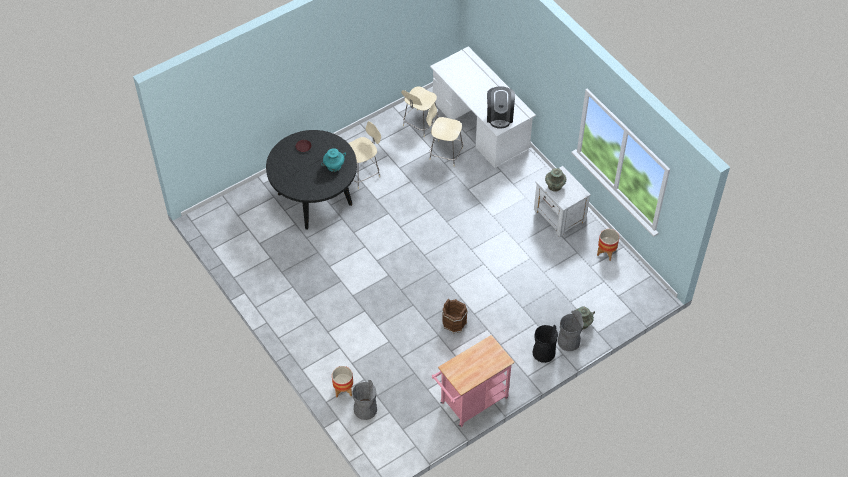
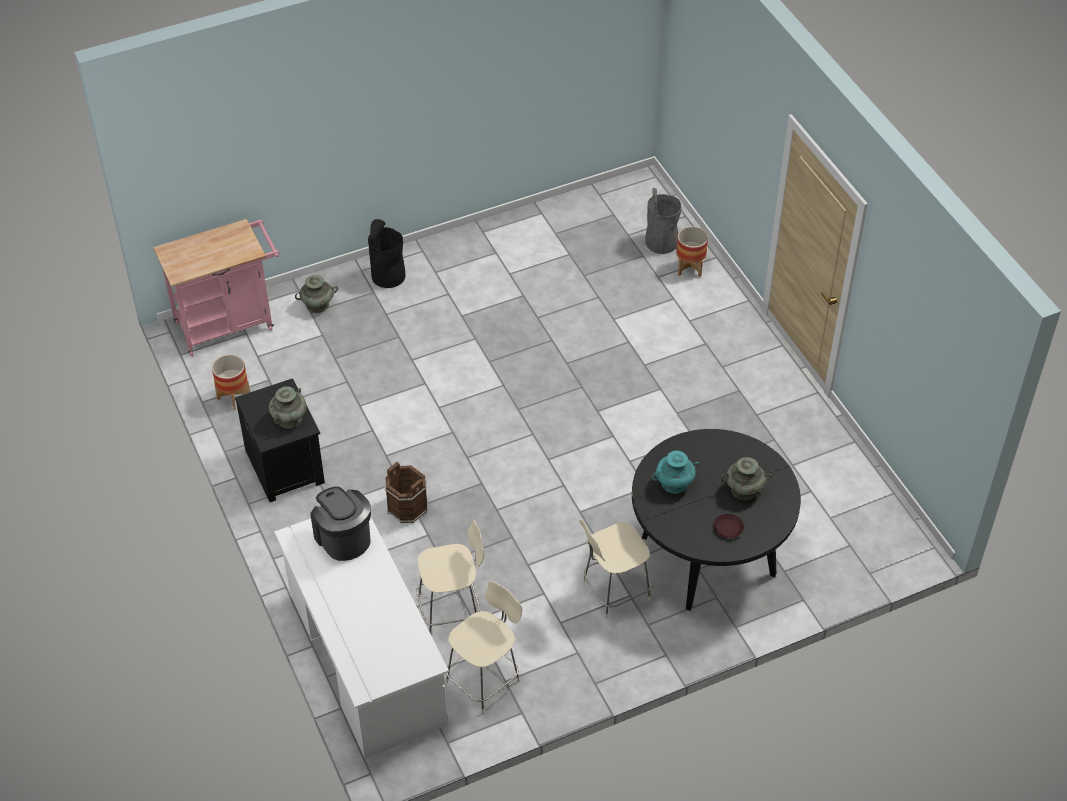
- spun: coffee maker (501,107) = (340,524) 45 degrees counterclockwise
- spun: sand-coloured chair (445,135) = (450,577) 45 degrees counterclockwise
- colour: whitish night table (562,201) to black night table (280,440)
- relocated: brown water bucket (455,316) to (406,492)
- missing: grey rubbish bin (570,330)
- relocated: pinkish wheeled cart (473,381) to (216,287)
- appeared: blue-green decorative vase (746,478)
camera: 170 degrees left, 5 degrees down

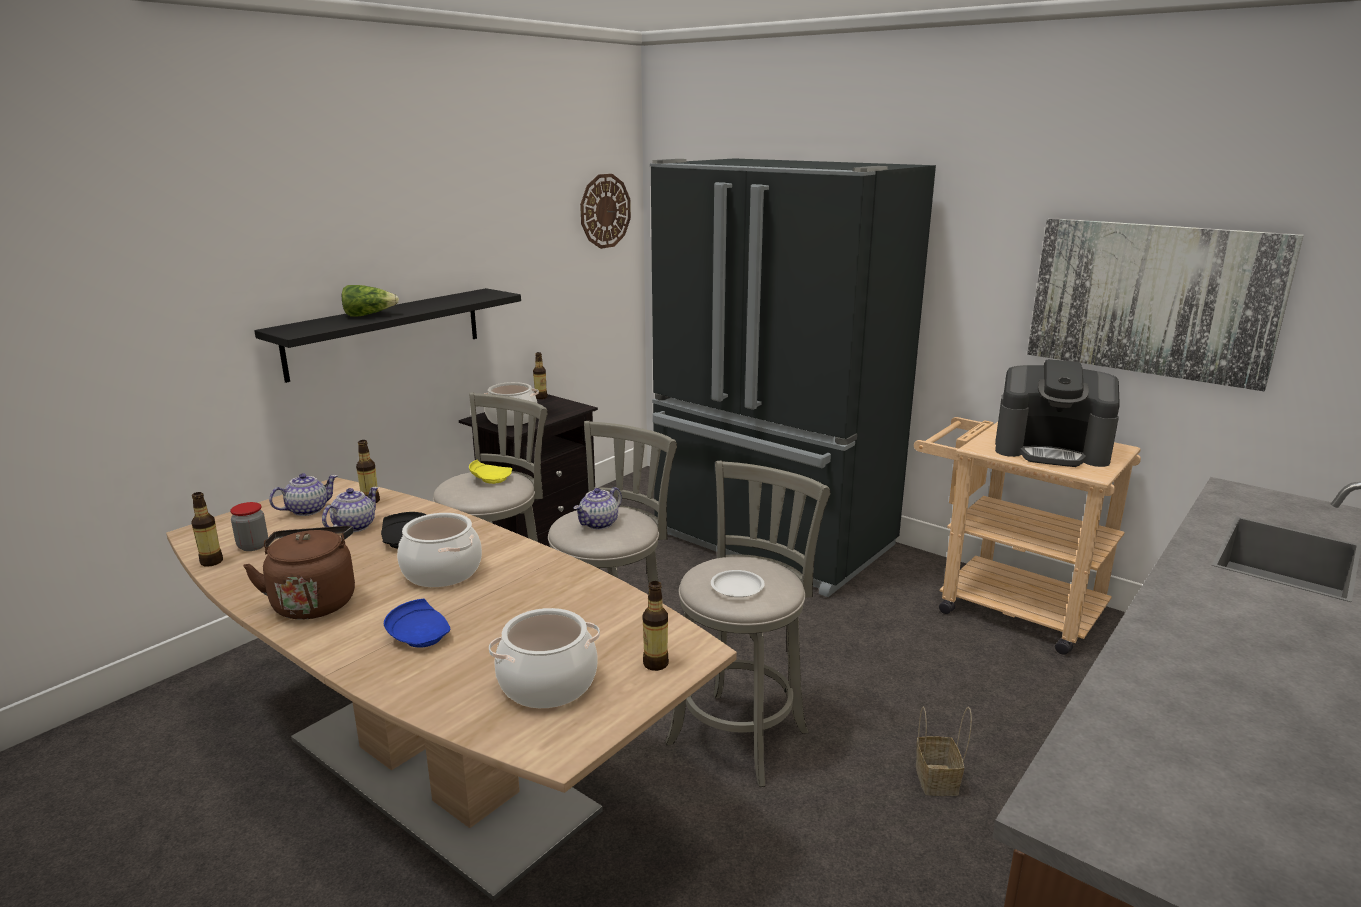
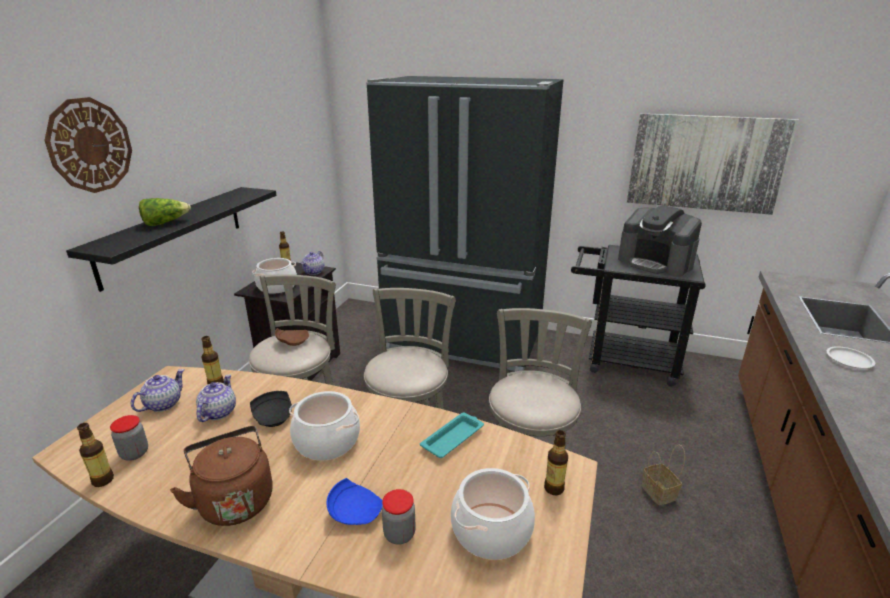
- relocated: wall clock (605,211) to (88,145)
- spun: coffee maker (1057,413) = (660,241) 45 degrees clockwise
- colour: sand-coloured wheeled cart (1027,536) to black wheeled cart (638,315)
- colour: yellow flat dish (490,472) to brown flat dish (292,337)
- relocated: teapot (597,508) to (312,263)
- relocated: whitish flat dish (738,583) to (851,357)
- appeared: blue-green carrying tray (452,435)
- appeared: storage jar (399,517)
camera: 20 degrees left, 5 degrees up

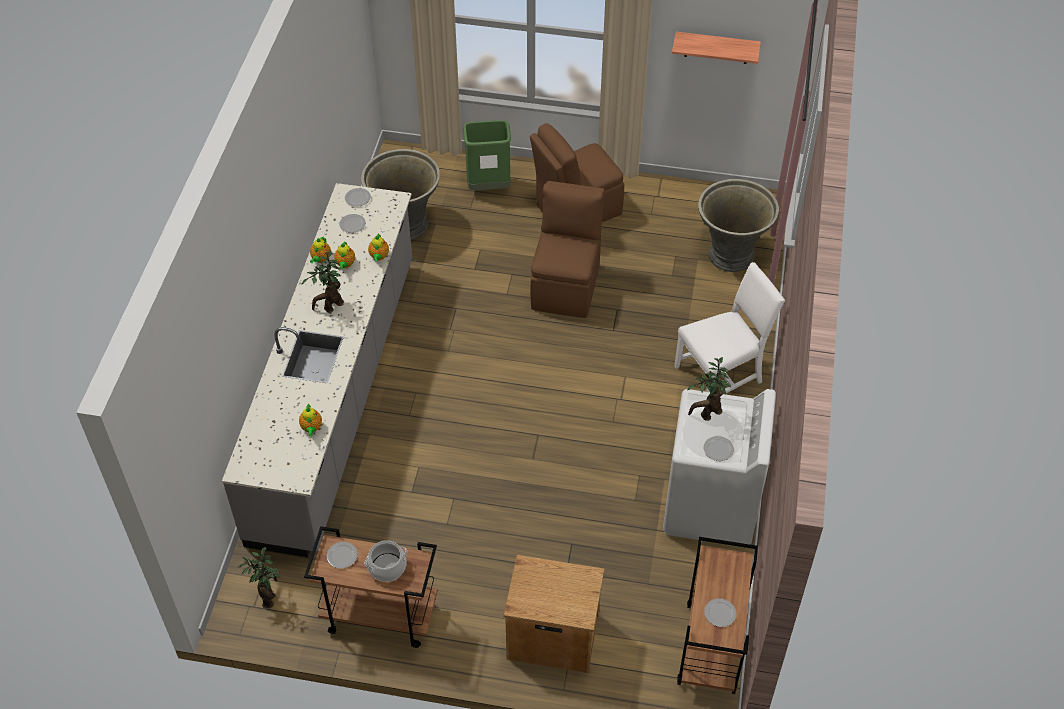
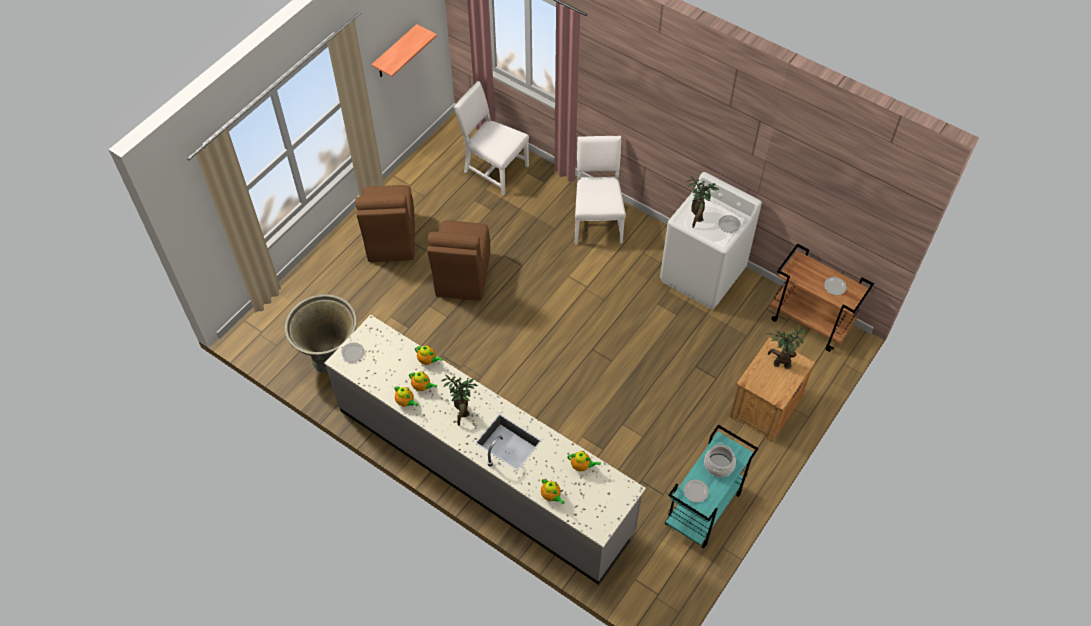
- missing: greenish rubbish bin (487,155)
- exchanged: grey plant pot (738,225) to whitish chair (491,138)
- spun: brown chair (567,249) = (458,260) 120 degrees counterclockwise
- missing: flat dish (352,223)
- colour: brown wheeled cart (371,587) to blue-green wheeled cart (712,487)
- relocated: houseplant (259,578) to (786,348)
- appeared: teapot (553,491)
camera: 65 degrees left, 5 degrees up

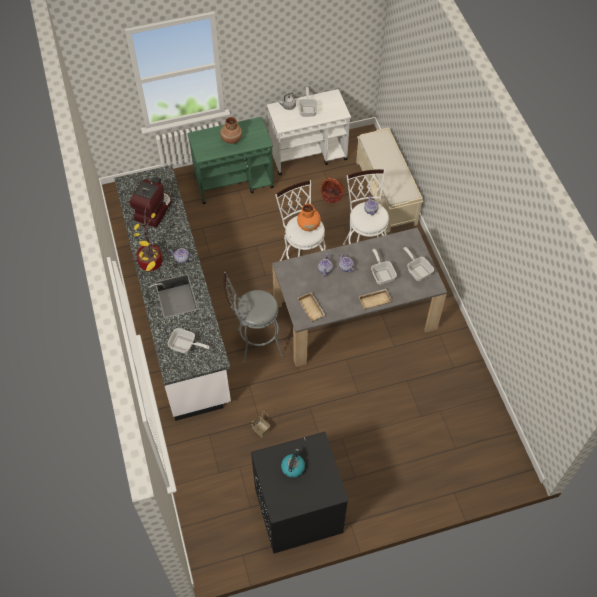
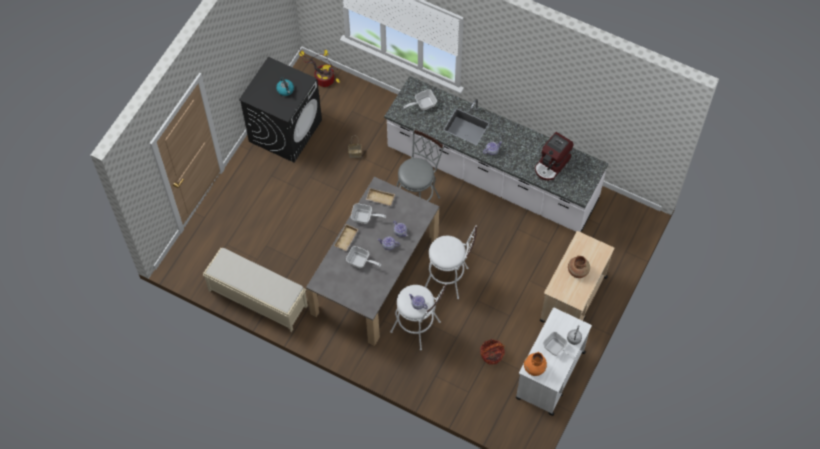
- colour: greenish wheeled cart (230,160) to sand-coloured wheeled cart (577,276)
- relocated: sand-coloured bench (389,180) to (255,290)
- spun: coffee maker (151,202) = (554,156) 60 degrees clockwise
- relocated: orange decorative vase (309,217) to (535,364)
- relocated: houseplant (148,237) to (319,67)
- relocated: skillet (418,264) to (368,213)
camera: 135 degrees right, 5 degrees up

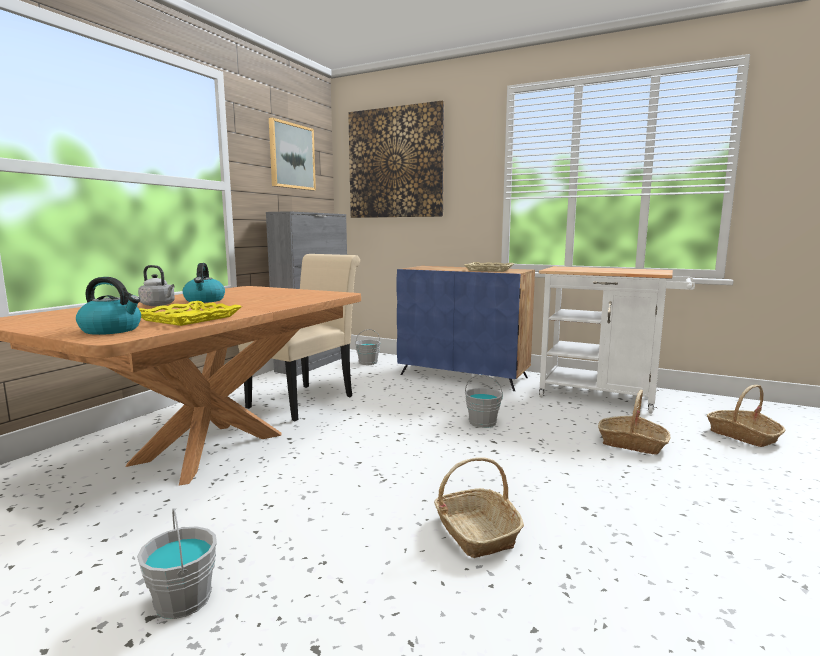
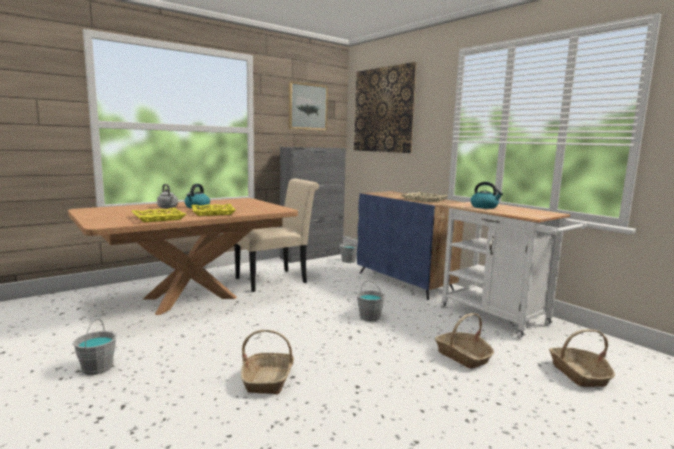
- relocated: water kettle (108,306) to (487,195)
- appeared: yellow carrying tray (213,210)
camera: 25 degrees right, 0 degrees up

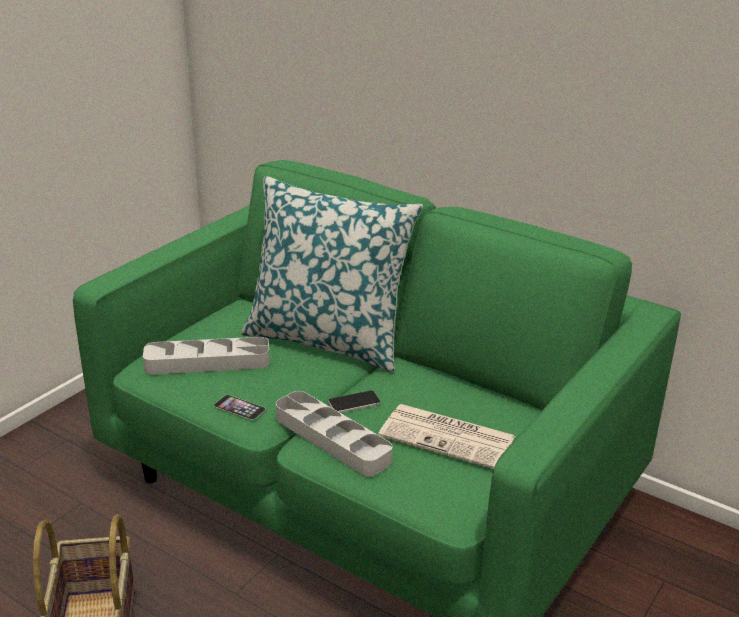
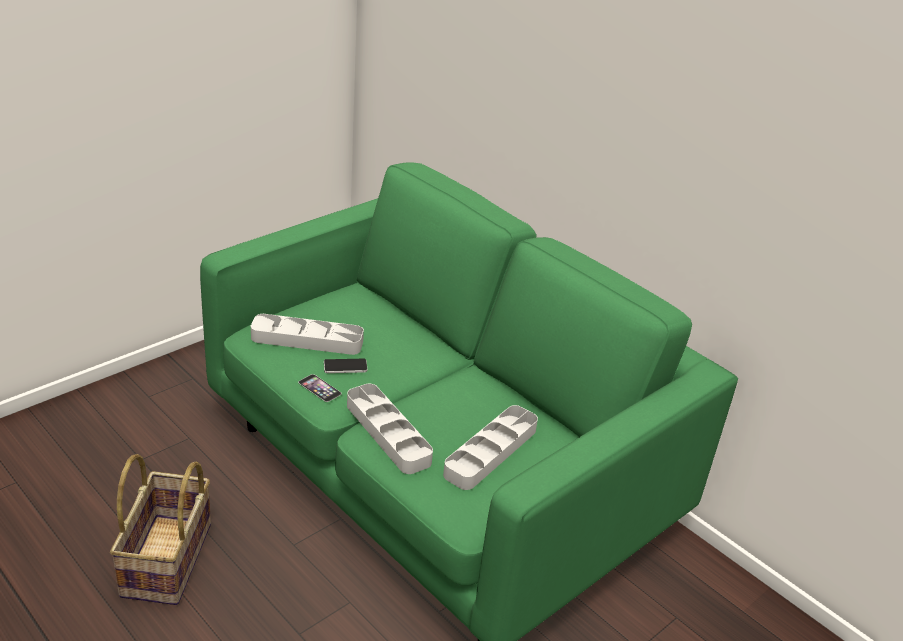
- missing: pillow (332,274)
- relocated: handset (354,401) to (346,366)
- exchanged: printed paper (446,436) to grey carrying tray (490,447)
camera: 10 degrees right, 5 degrees up

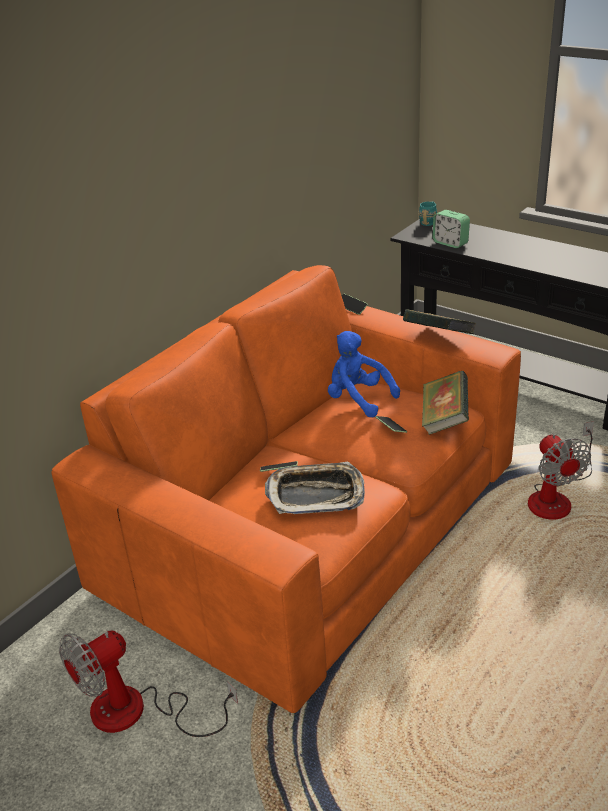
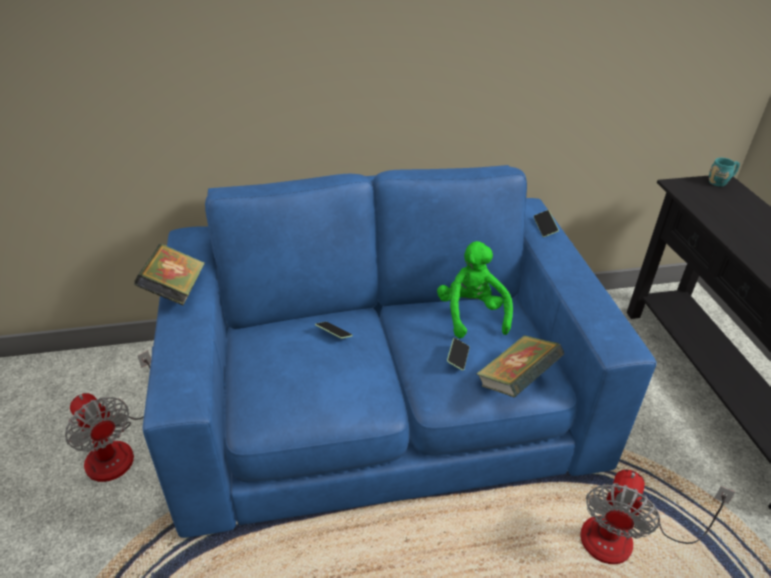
- missing: table clock (451,229)
- colour: orange sofa (286,489) to blue-coloured sofa (400,351)
- relocated: bound book (439,321) to (169,274)
- colour: blue-coloured plush toy (364,374) to greenish plush toy (475,289)
- missing: carrying tray (315,488)
- spun: fan (148,683) = (108,416) 135 degrees counterclockwise
camera: 40 degrees right, 5 degrees up

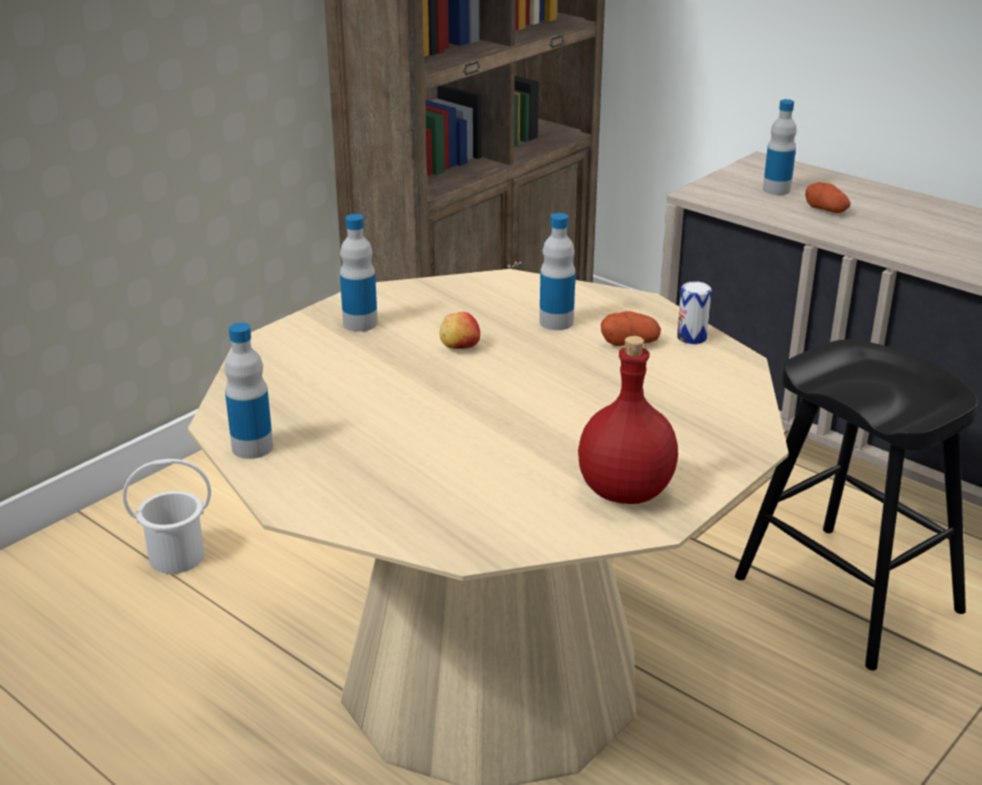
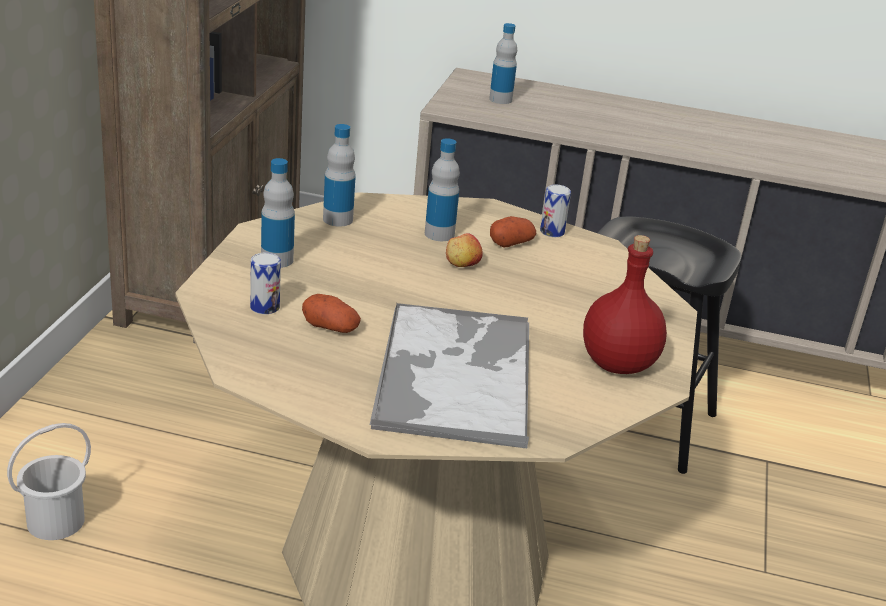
- relocated: whole potato (828,197) to (331,313)
- relocated: apple (460,330) to (464,250)
- relocated: bottle (248,390) to (339,175)
- appeared: can (265,283)
- appeared: carrying tray (449,375)
camera: 30 degrees left, 0 degrees up

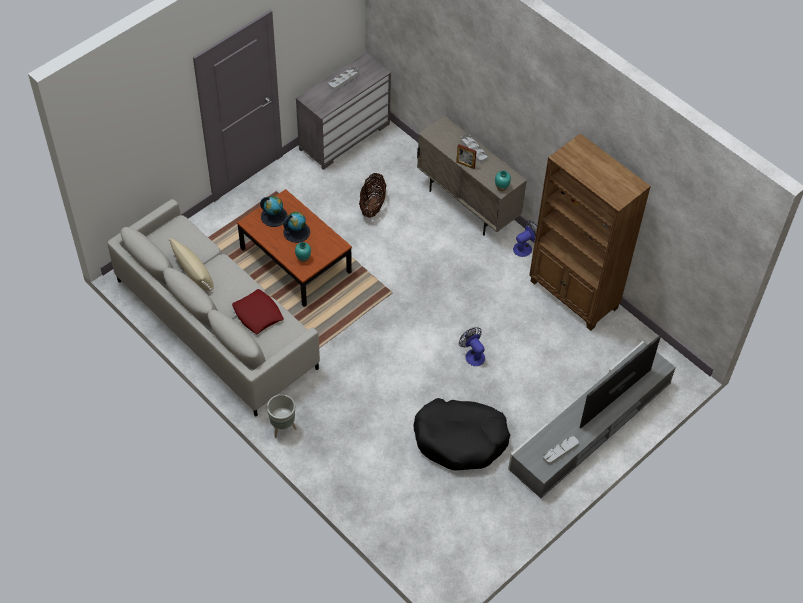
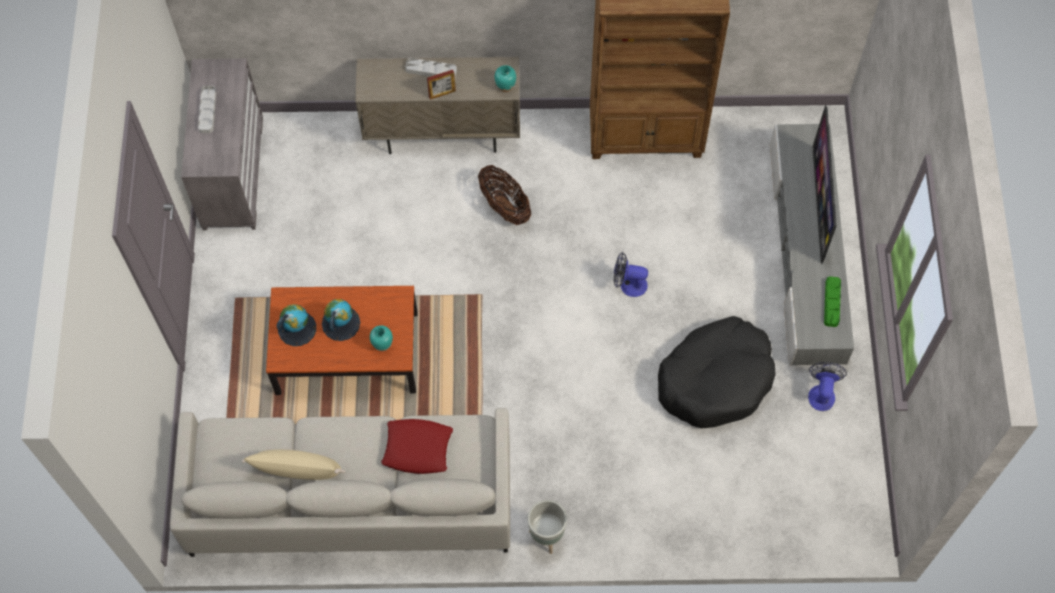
- relocated: basket (372,195) to (504,195)
- relocated: fan (525,238) to (827,386)
- colour: grey carrying tray (561,450) to greenish carrying tray (832,302)
camera: 45 degrees left, 10 degrees up

